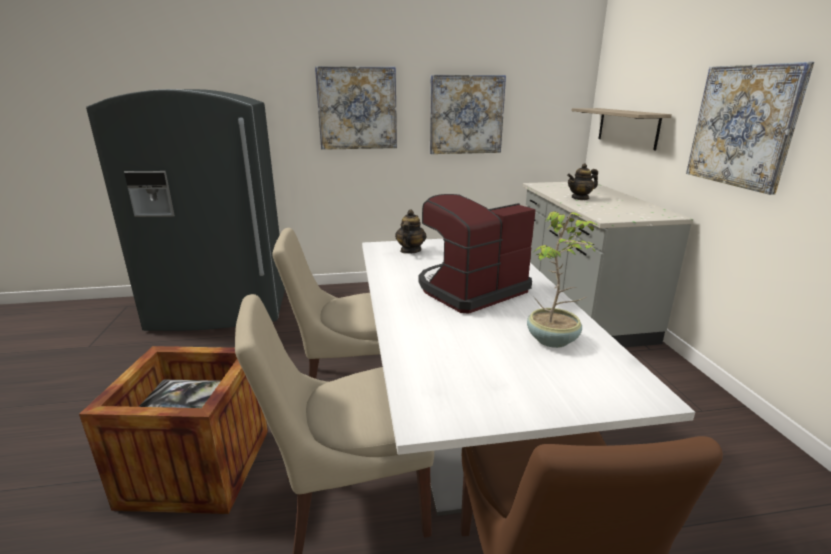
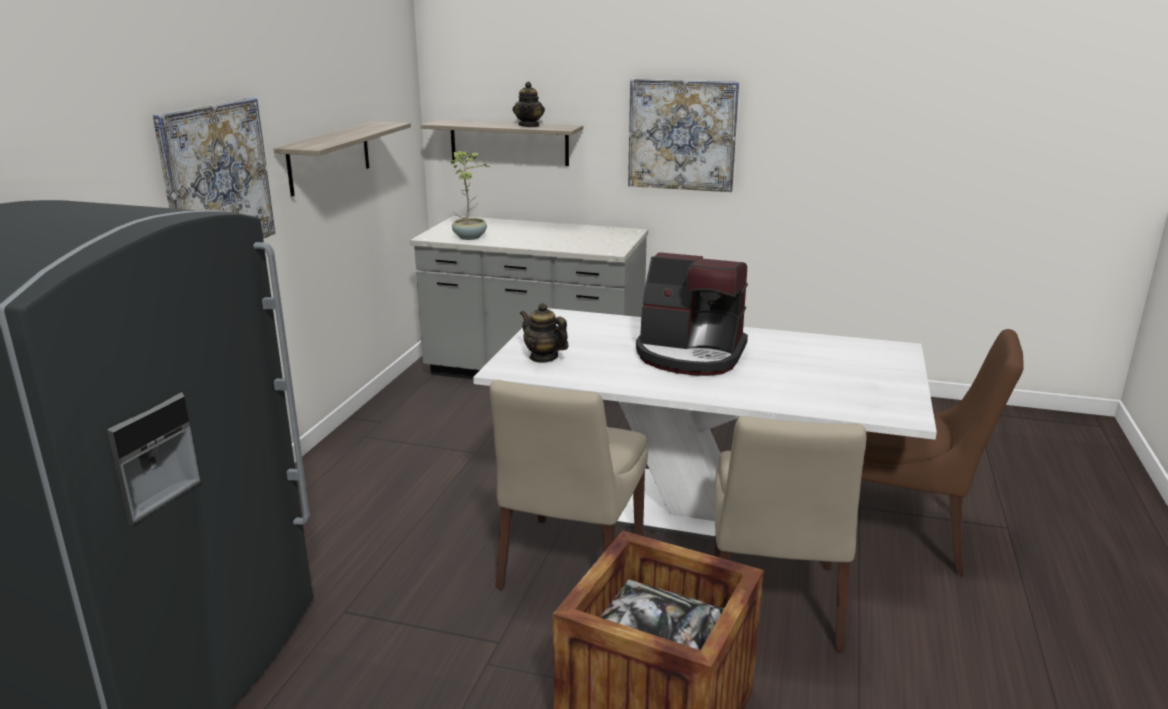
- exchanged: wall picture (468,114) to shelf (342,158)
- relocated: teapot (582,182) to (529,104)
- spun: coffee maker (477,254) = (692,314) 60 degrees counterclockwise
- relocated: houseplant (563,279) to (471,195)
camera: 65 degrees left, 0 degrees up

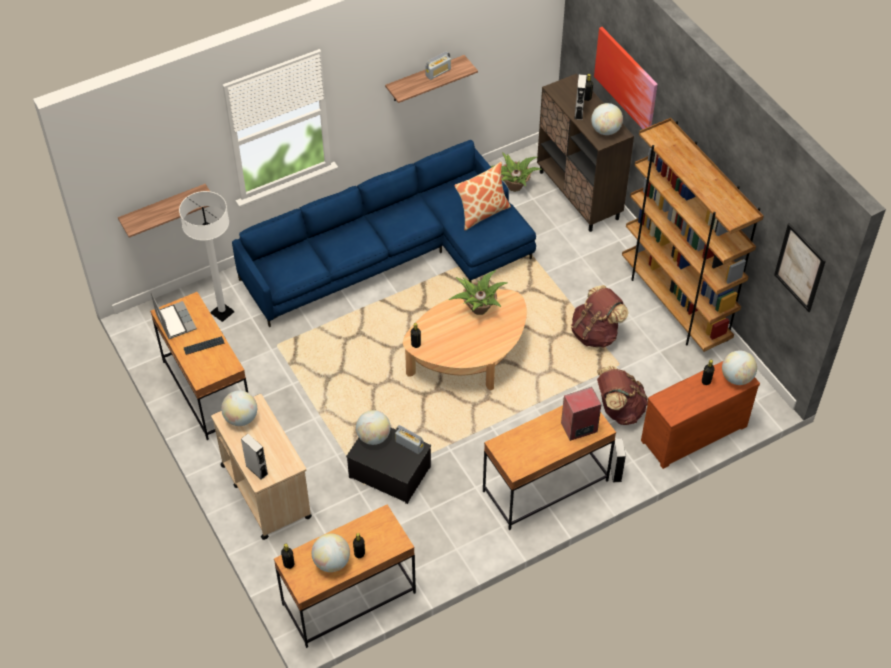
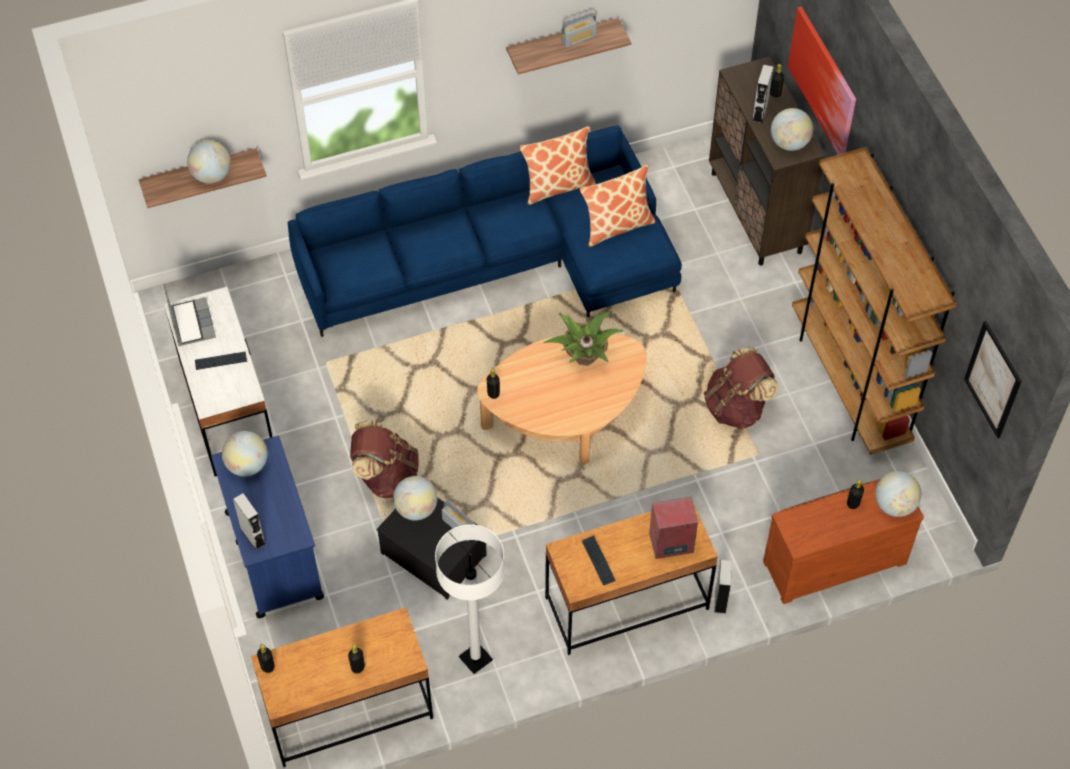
- missing: houseplant (516,172)
- relocated: whitish floor lamp (206,256) to (470,599)
- colour: brown desk (199,366) to whitish desk (218,381)
- relocated: brown backpack (622,395) to (384,459)
- colour: sand-coloured wheeled cart (261,467) to blue-coloured wheeled cart (267,527)
- relocated: globe (331,552) to (209,162)
- appeared: pillow (557,165)
- appeared: computer keyboard (599,560)
camera: 10 degrees right, 5 degrees up

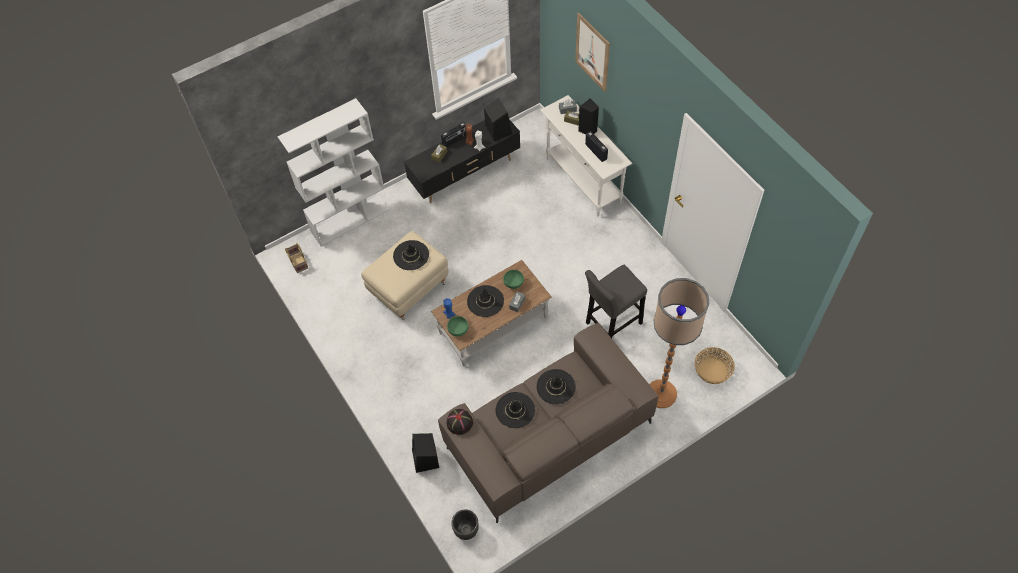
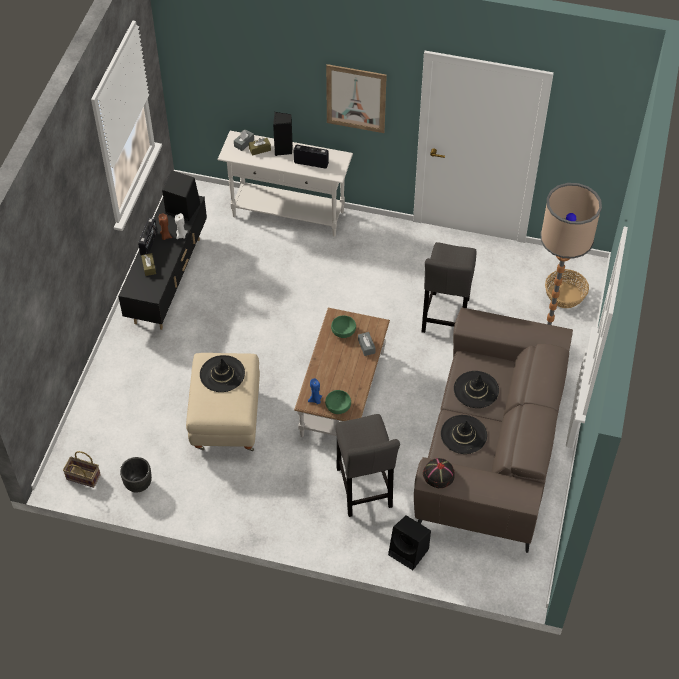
- relocated: wall picture (592,52) to (356,98)
- missing: whitish bookshelf (333,172)
- missing: black hat (485,301)
- relocated: black plant pot (465,524) to (136,475)
- appeared: grey stool seat (367,465)
camera: 45 degrees left, 5 degrees down

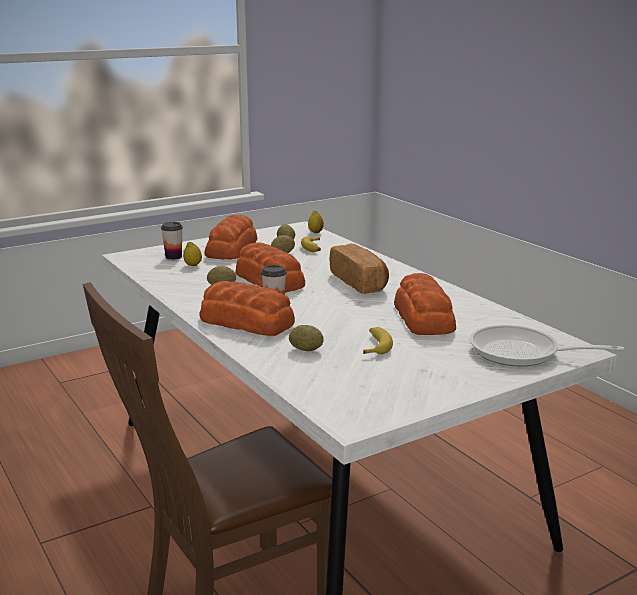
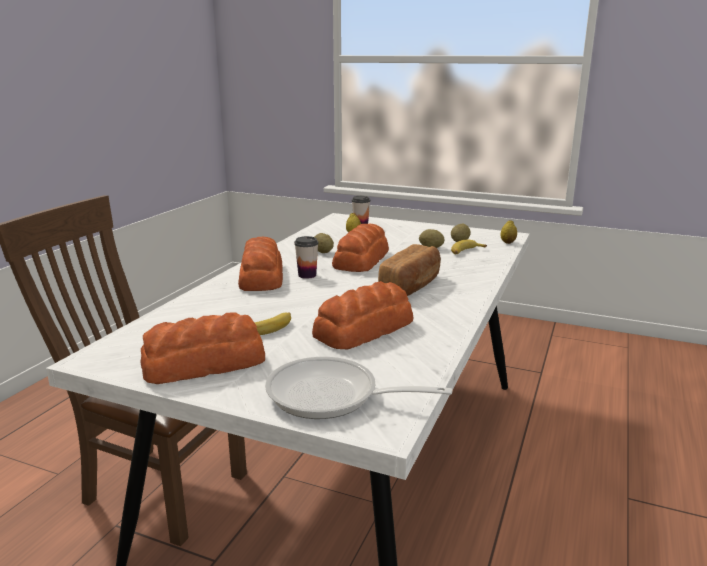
- relocated: baked bread (230,237) to (202,348)
- missing: whole potato (306,338)
- spun: skillet (546,345) = (359,388) 60 degrees counterclockwise
camera: 55 degrees right, 0 degrees up

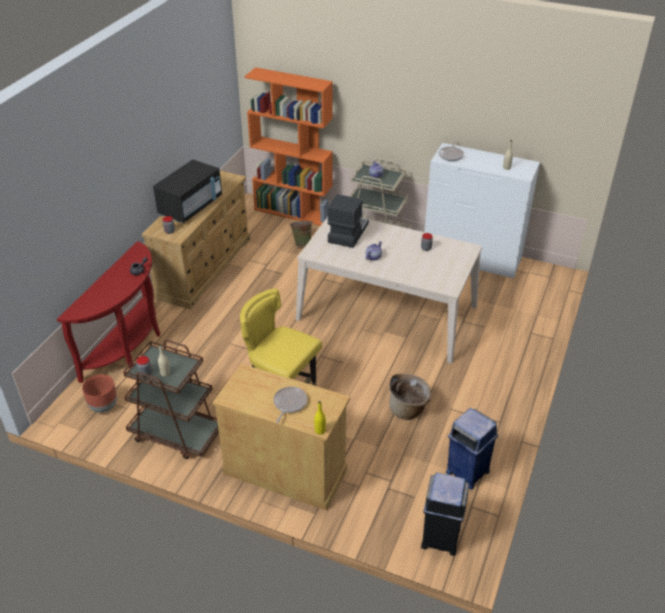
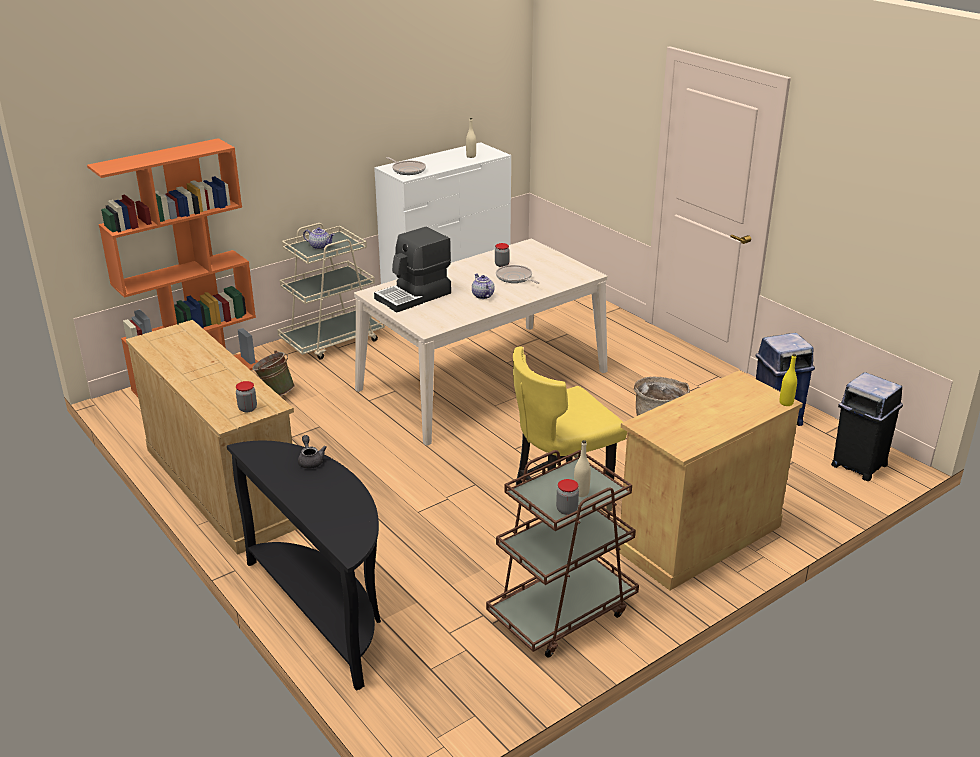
- missing: black microwave (187,191)
- spun: coffee maker (348,221) = (412,269) 90 degrees counterclockwise
- colour: red-coloured hall table (109,312) to black hall table (304,566)
- missing: brown plant pot (99,393)
- relocated: skillet (290,405) to (517,274)
camera: 60 degrees left, 10 degrees down

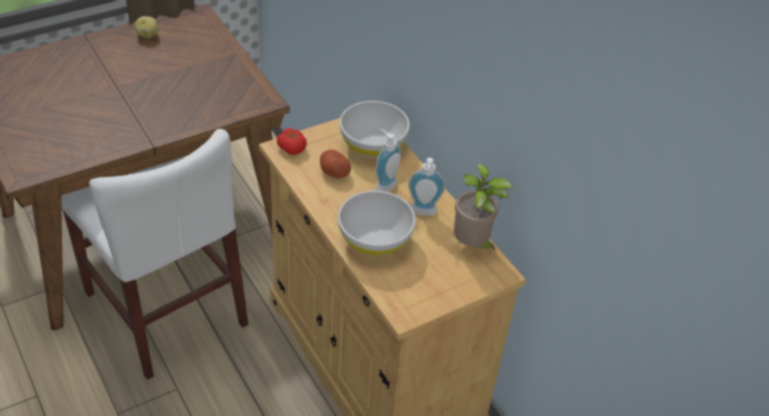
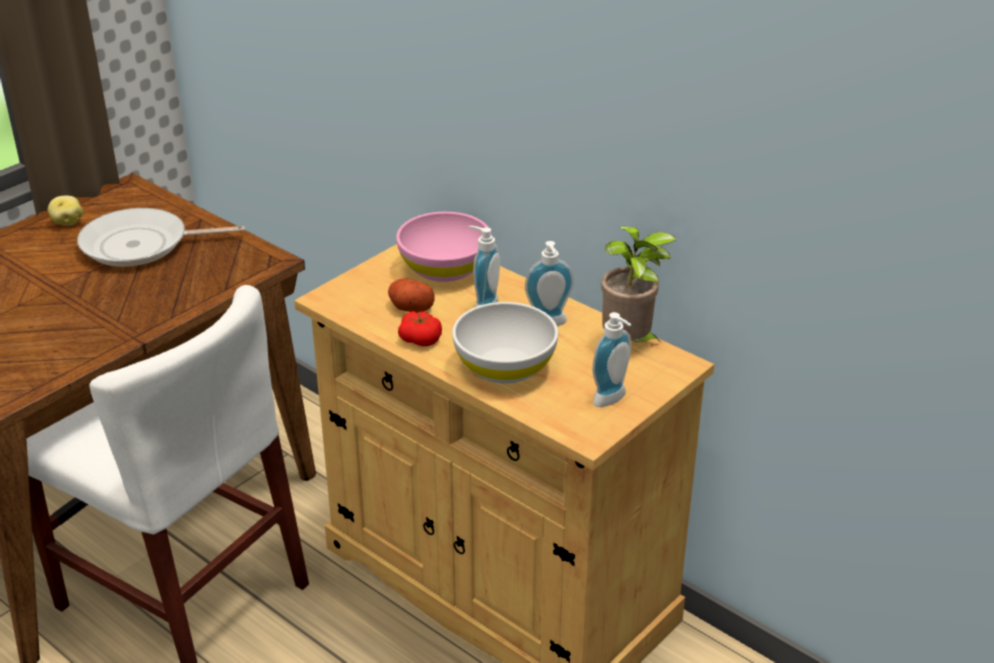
- colour: whitish deep dish (375,129) to pinkish deep dish (442,247)
- relocated: tomato (292,141) to (420,328)
- appeared: skillet (161,237)
- appeared: soap bottle (611,359)
camera: 15 degrees left, 10 degrees down

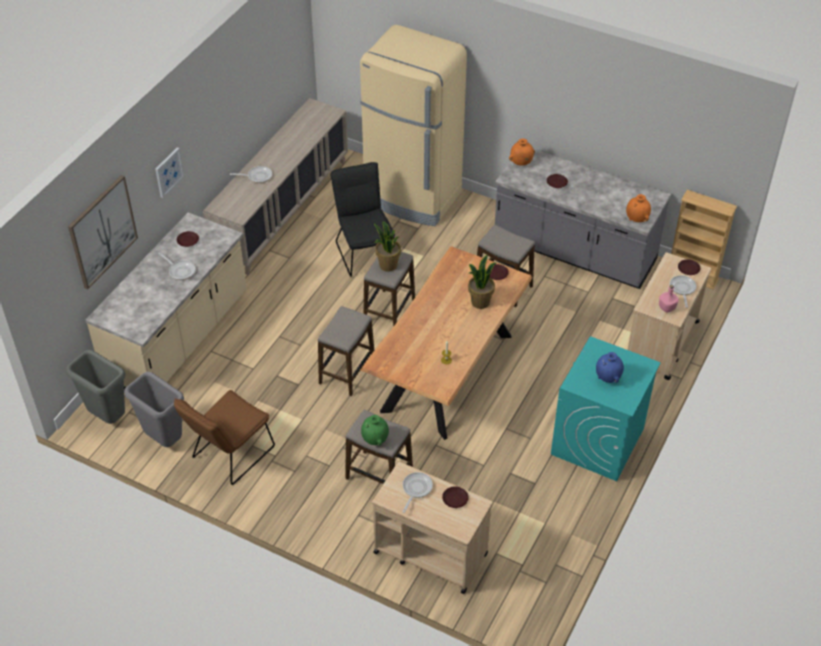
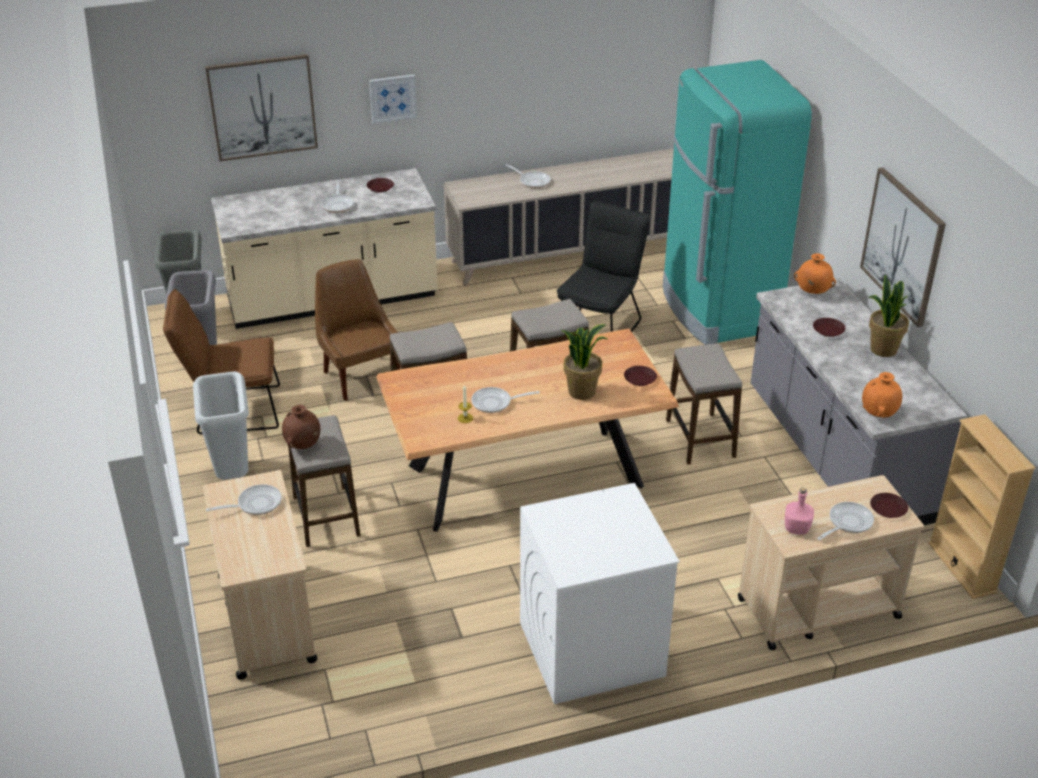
- colour: sand-coloured refrigerator (413,125) to blue-green refrigerator (737,202)
- relocated: houseplant (387,247) to (888,316)
- colour: blue-green laundry machine (606,408) to whitish laundry machine (600,593)
- missing: blue-coloured decorative vase (610,367)
- colour: greenish decorative vase (375,430) to brown decorative vase (301,427)
- missing: brown flat dish (455,497)
- appeared: wall picture (903,247)
- appeared: brown chair (357,330)
- appeared: grey rubbish bin (221,425)
- appeared: skillet (505,400)
camera: 45 degrees right, 10 degrees down

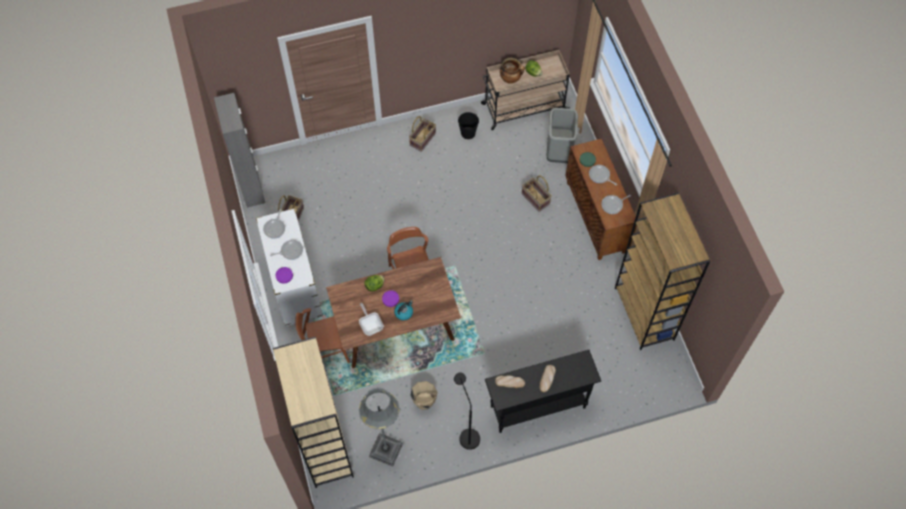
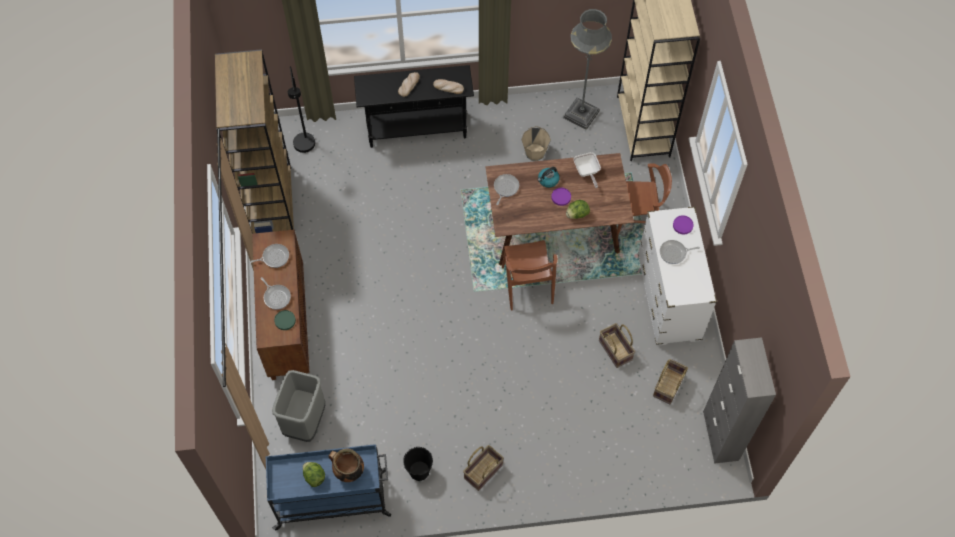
- colour: sand-coloured wheeled cart (525,90) to blue-coloured wheeled cart (328,487)
- relocated: basket (537,194) to (617,345)
- relocated: skillet (274,224) to (506,189)
- relocated: black floor lamp (467,411) to (301,109)
camera: 170 degrees left, 0 degrees up

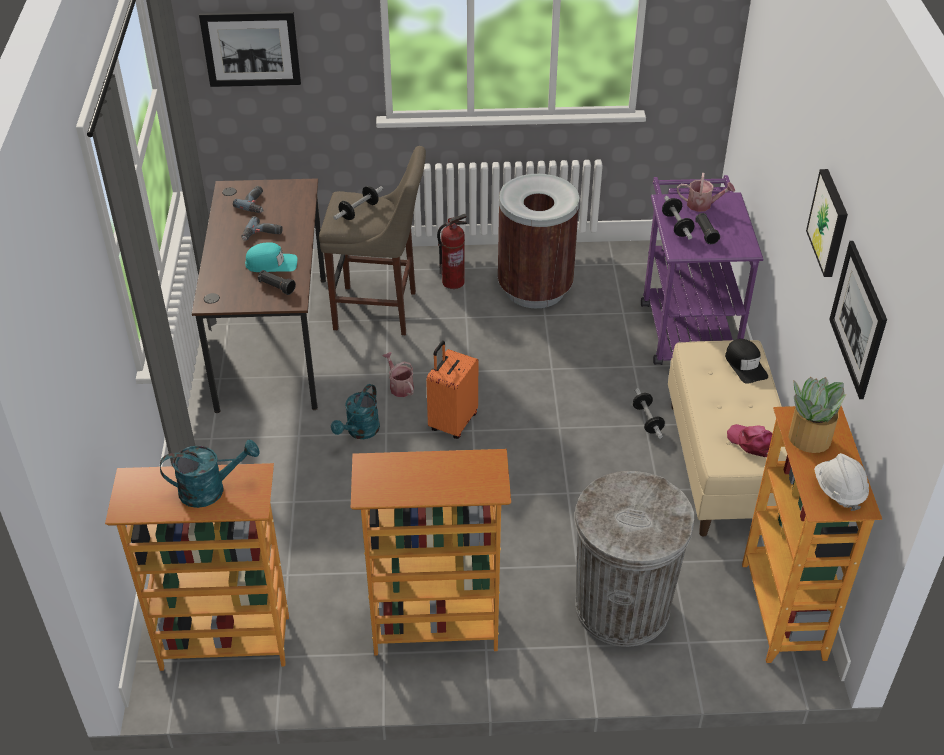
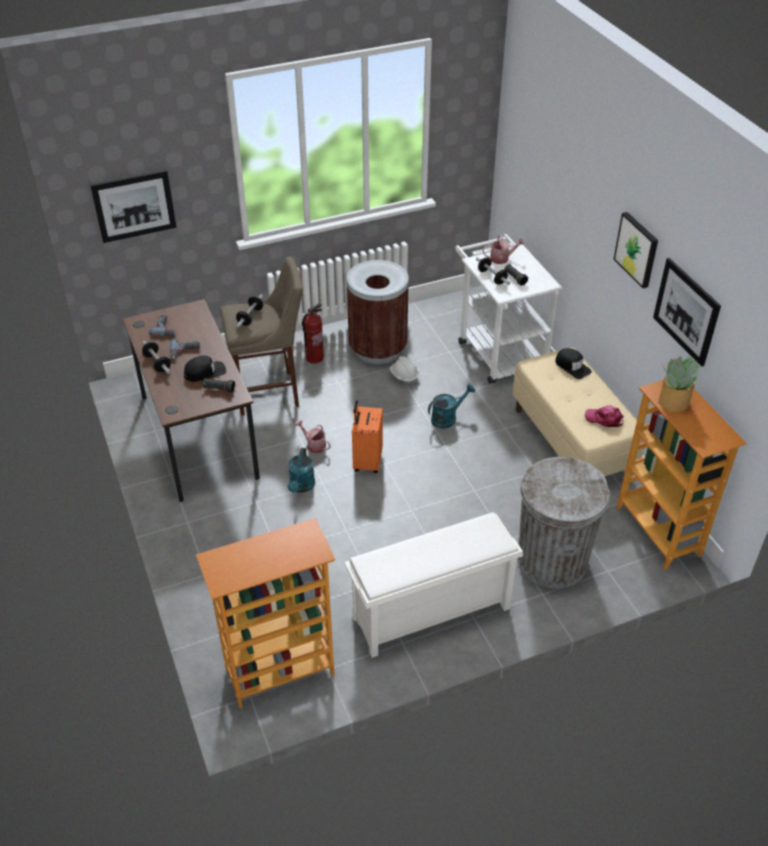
- colour: purple-coloured wheeled cart (702,270) to whitish wheeled cart (508,309)
- colour: blue-green baseball cap (271,257) to black baseball cap (205,368)
- relocated: dumbbell (649,413) to (156,357)
- relocated: blue-green sprinkling can (210,474) to (451,406)
- exchanged: bookshelf (431,552) to whitish shoe stand (433,585)
- relocated: whitish work helmet (841,482) to (404,370)
camera: 20 degrees left, 0 degrees up

